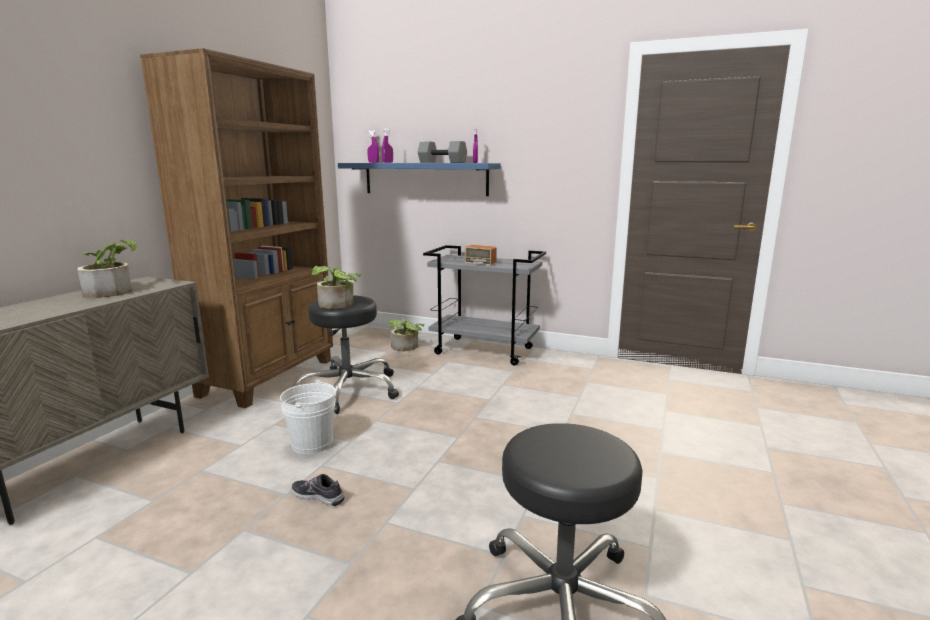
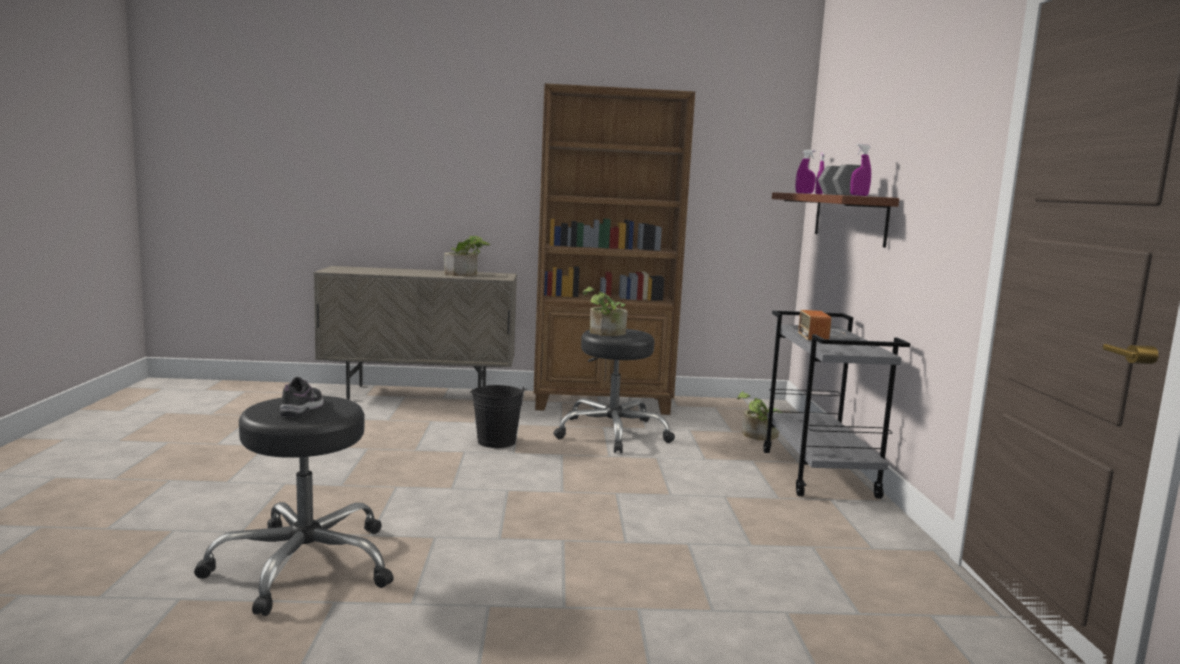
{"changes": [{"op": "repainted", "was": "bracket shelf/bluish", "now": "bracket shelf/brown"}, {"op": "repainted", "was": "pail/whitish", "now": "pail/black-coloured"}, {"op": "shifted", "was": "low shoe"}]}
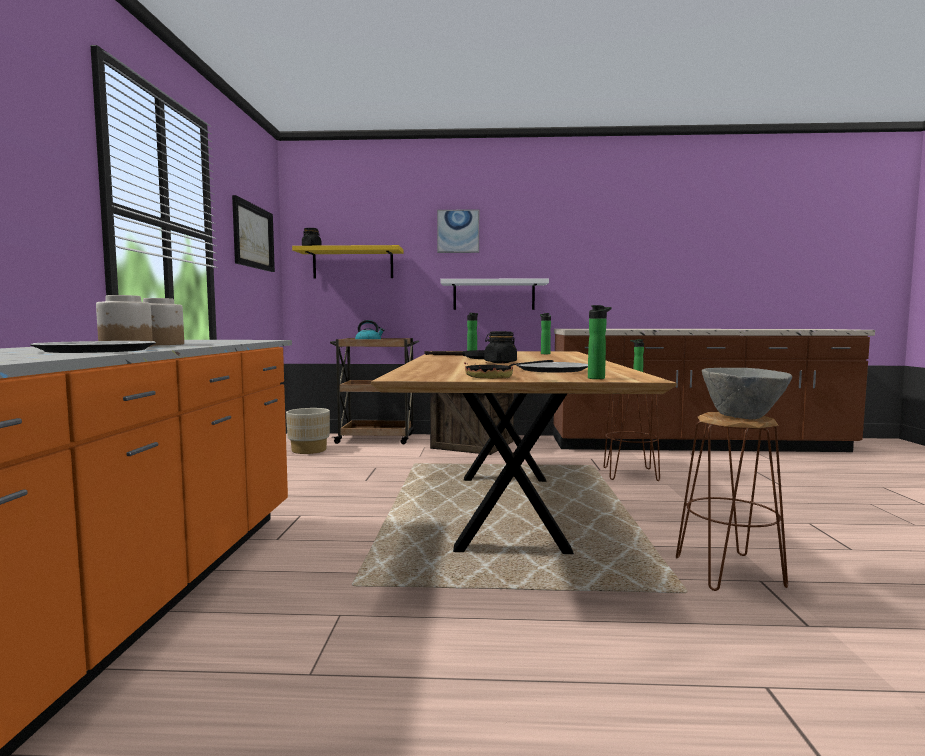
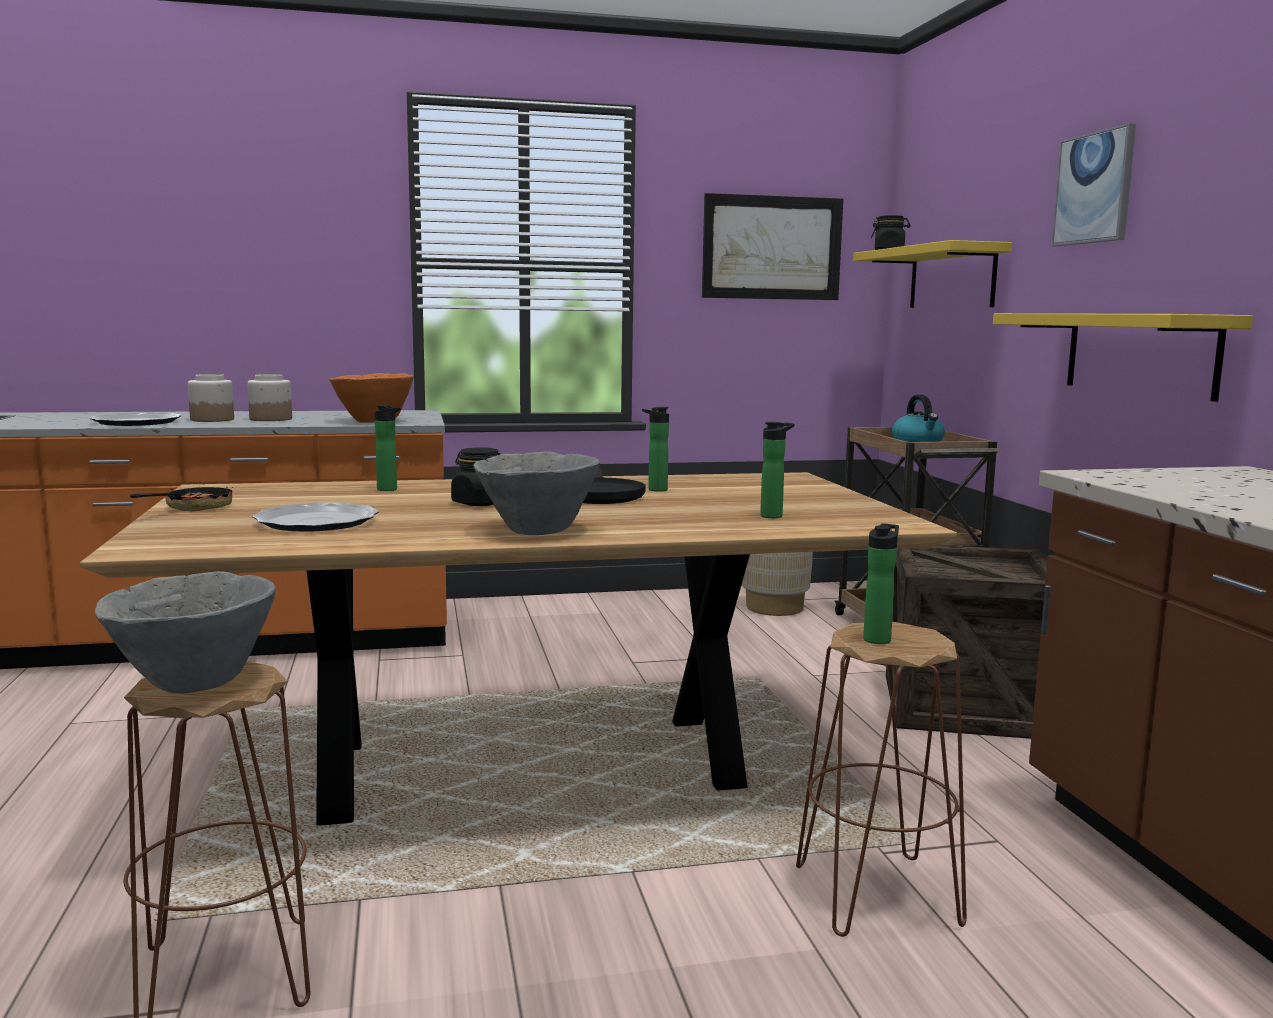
{"changes": [{"op": "repainted", "was": "bracket shelf/whitish", "now": "bracket shelf/yellowish (no. 2 from left)"}, {"op": "shifted", "was": "beverage bottle (no. 3 from left in the first image)", "now": "beverage bottle (no. 1 from left)"}, {"op": "new", "now": "deep dish/orange"}, {"op": "new", "now": "deep dish/greyish (no. 2 from left)"}]}
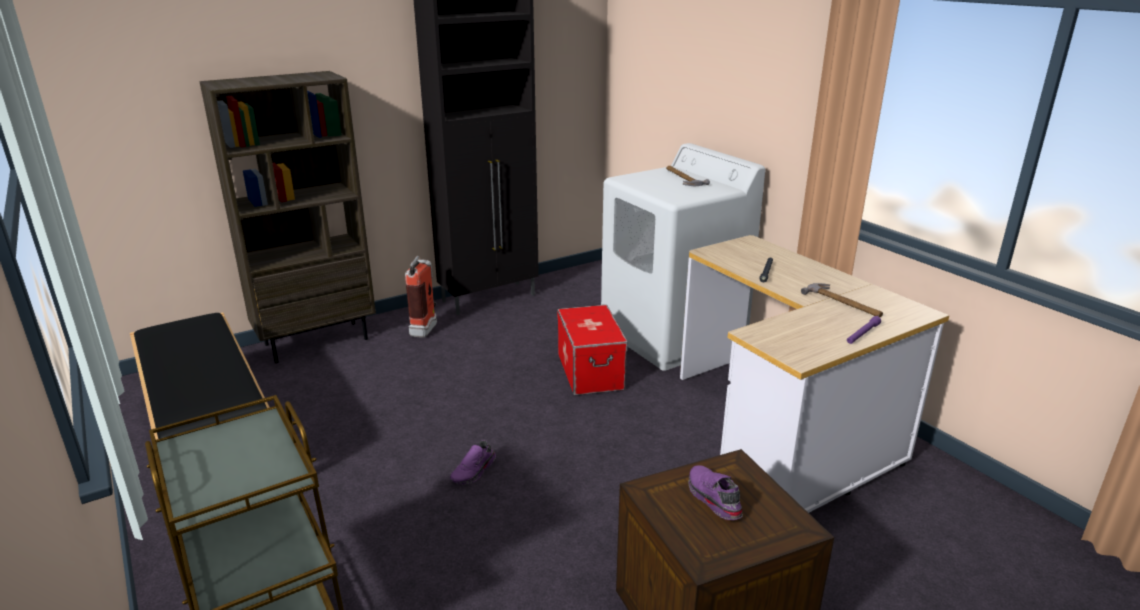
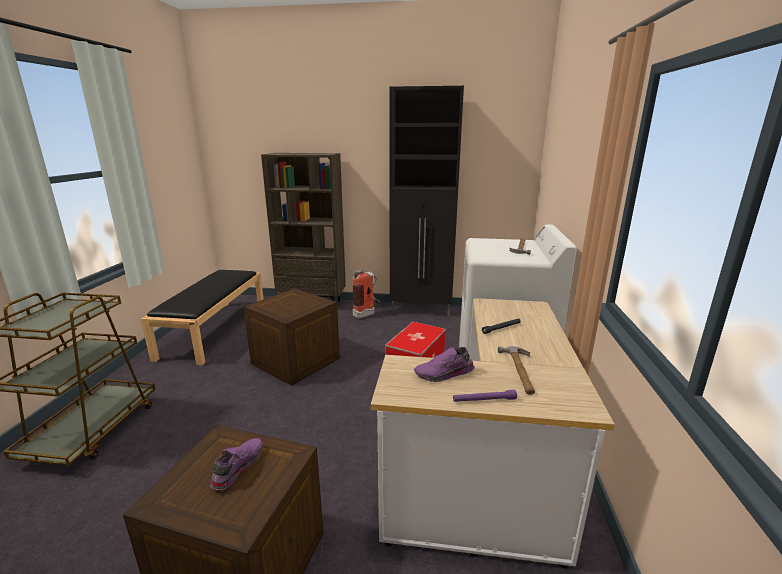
{"changes": [{"op": "shifted", "was": "low shoe/purplish (no. 1 from left in the first image)", "now": "low shoe/purplish (no. 2 from left)"}, {"op": "new", "now": "shipping crate (no. 2 from left)"}]}
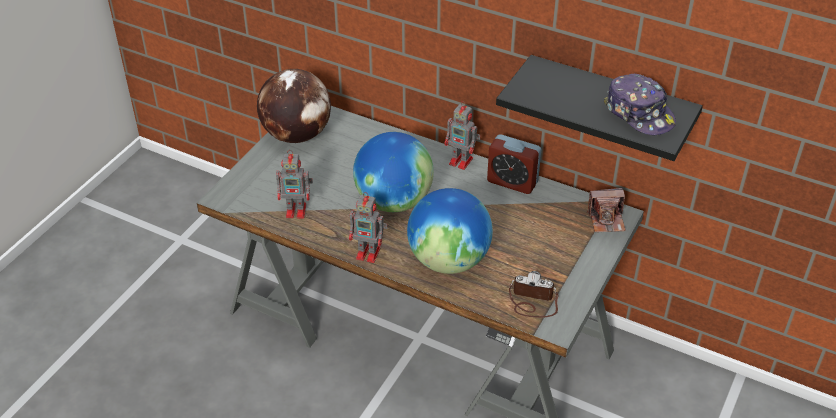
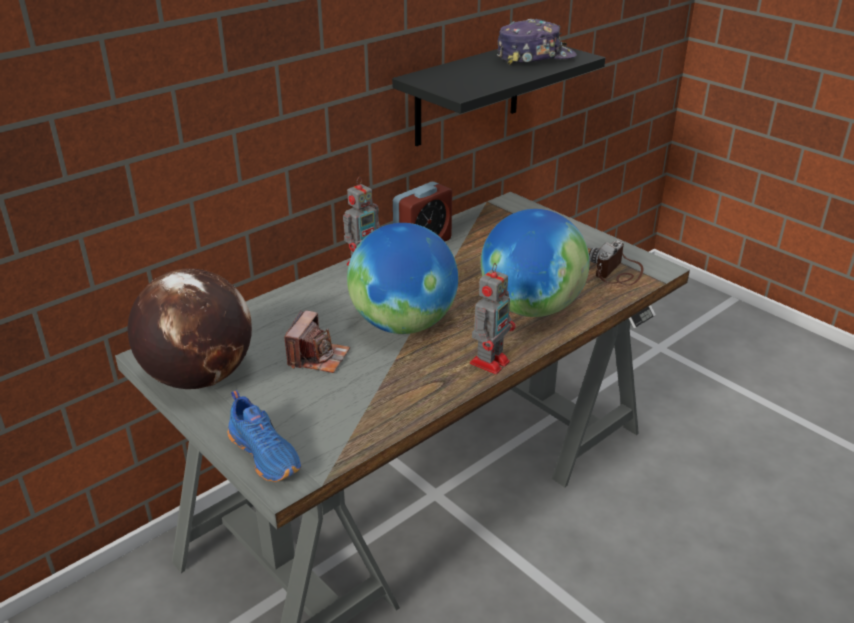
{"changes": [{"op": "gone", "was": "robot figure (no. 1 from left)"}, {"op": "shifted", "was": "still camera (no. 2 from left in the first image)", "now": "still camera (no. 1 from left)"}, {"op": "new", "now": "low shoe/bluish"}]}
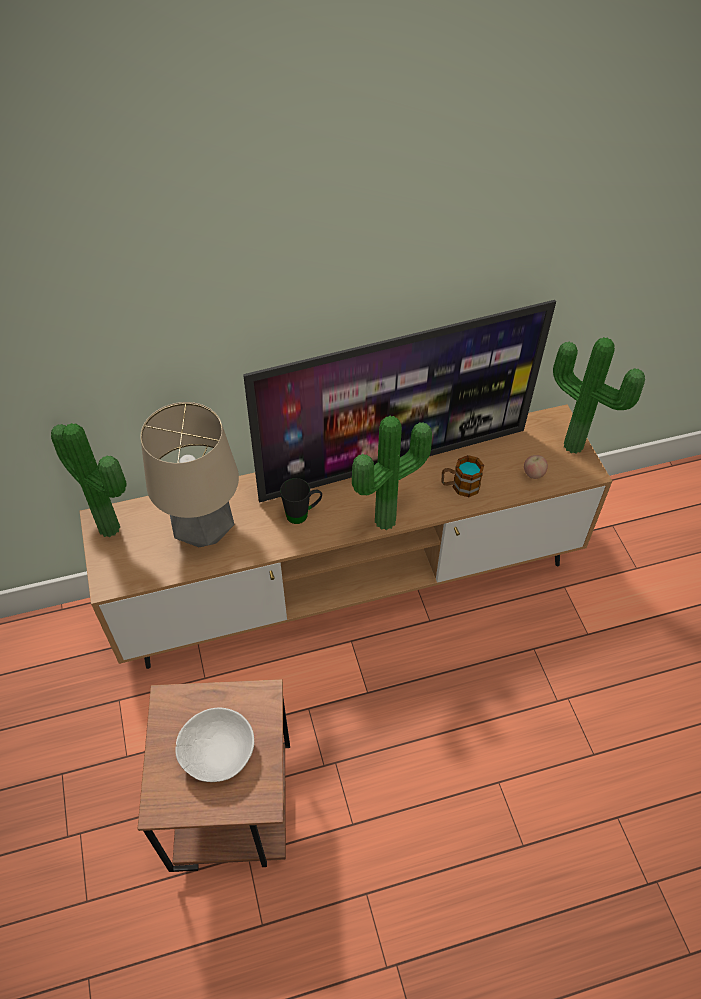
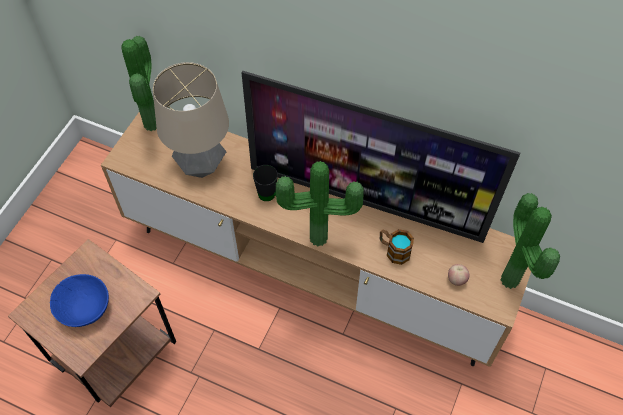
{"changes": [{"op": "repainted", "was": "deep dish/whitish", "now": "deep dish/bluish"}]}
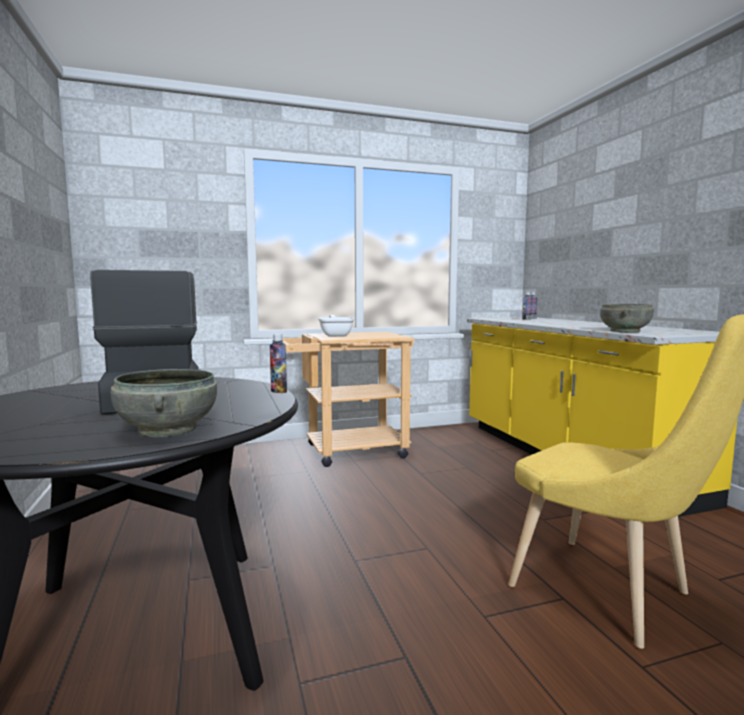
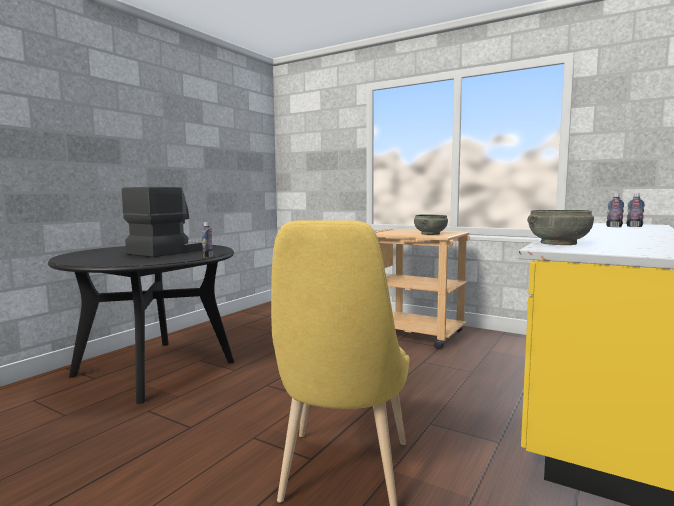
{"changes": [{"op": "gone", "was": "skillet"}, {"op": "shifted", "was": "deep dish/greyish (no. 1 from left)"}]}
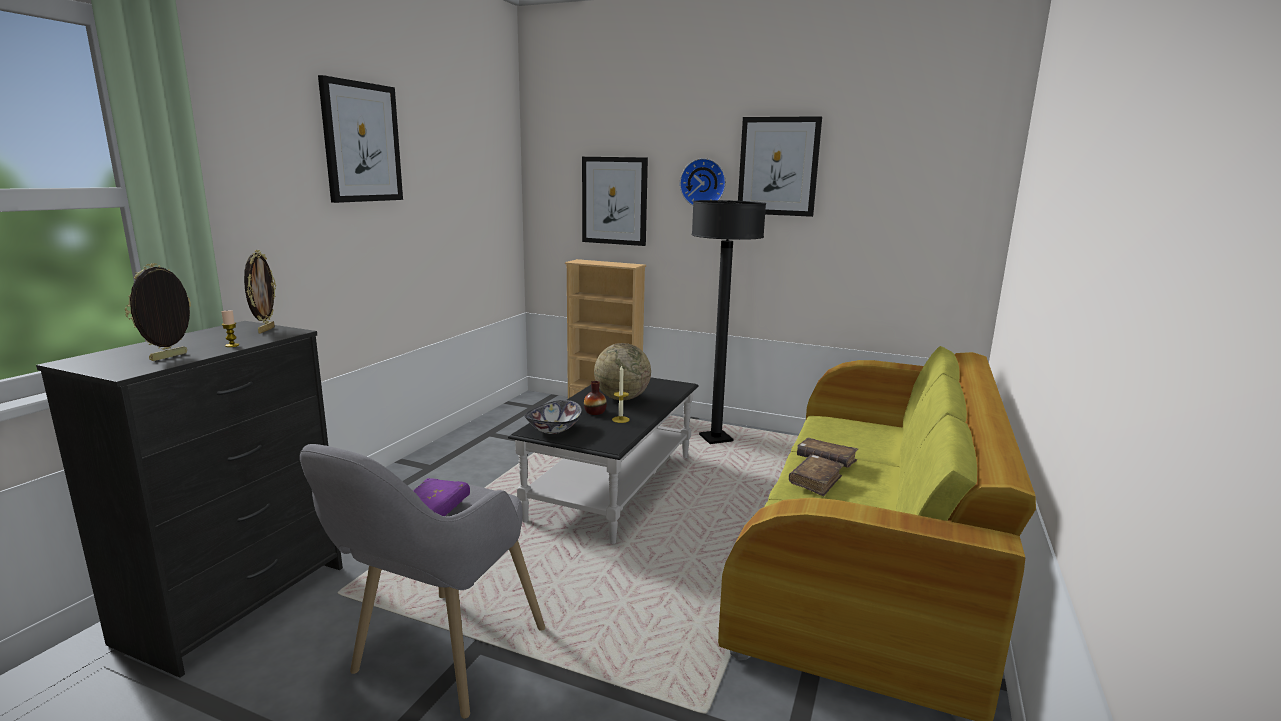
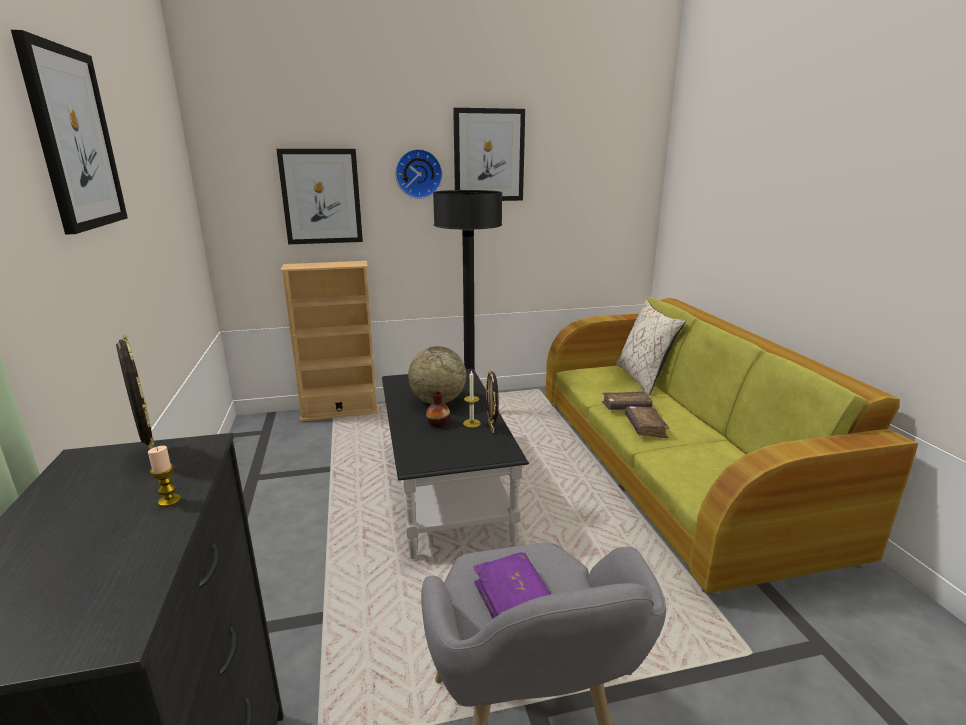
{"changes": [{"op": "shifted", "was": "photo frame (no. 1 from left in the first image)", "now": "photo frame (no. 2 from left)"}, {"op": "gone", "was": "deep dish"}, {"op": "new", "now": "cushion/beige"}]}
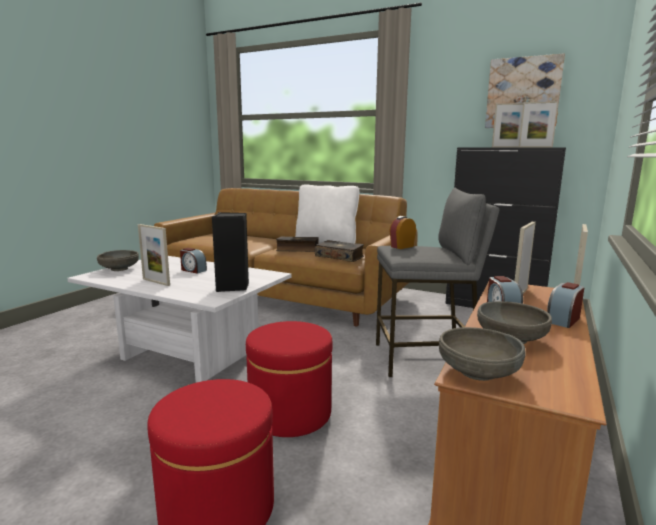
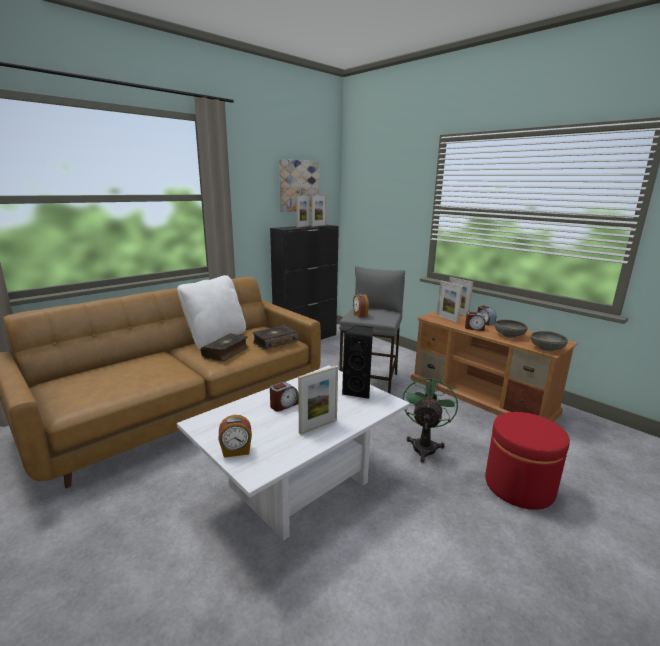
{"changes": [{"op": "swapped", "was": "deep dish/greyish (no. 1 from left)", "now": "table clock (no. 1 from left)"}, {"op": "swapped", "was": "footrest/red (no. 2 from left)", "now": "fan/green"}]}
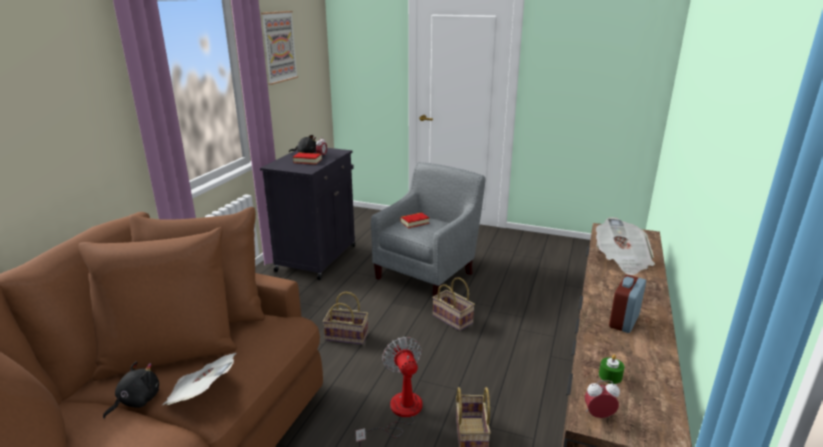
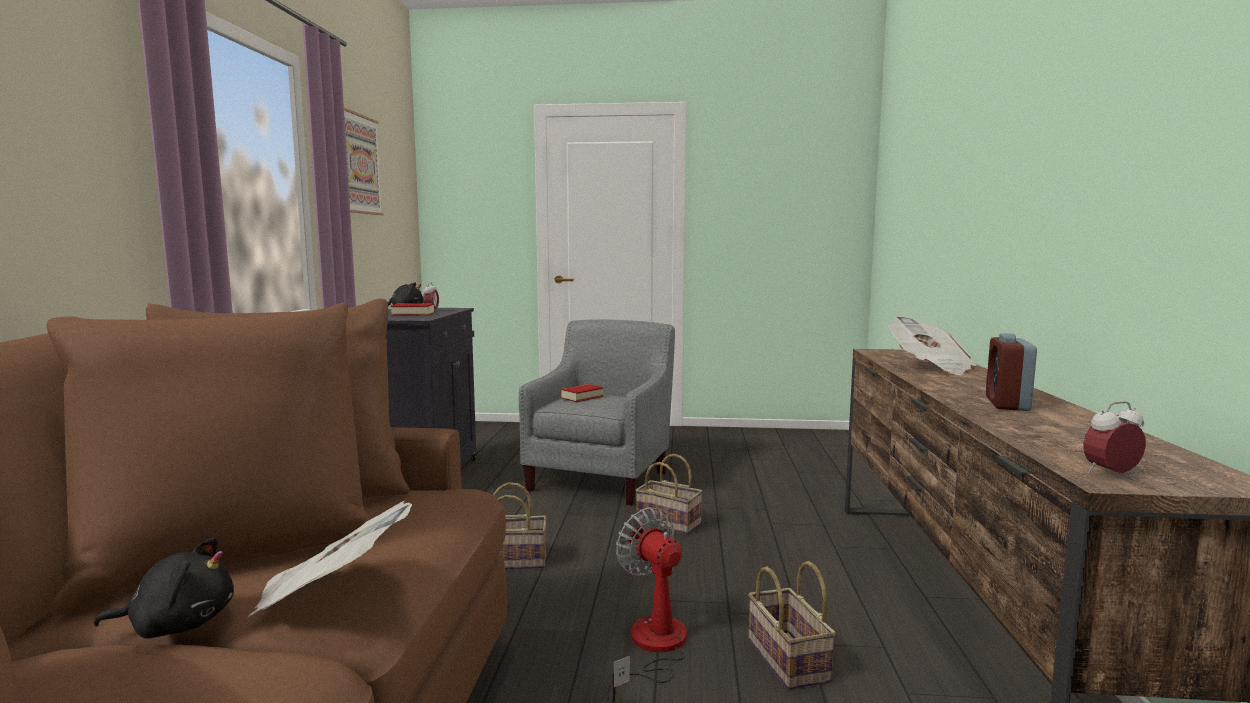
{"changes": [{"op": "gone", "was": "candle/green"}, {"op": "rotated", "was": "cuddly toy/black-coloured (no. 1 from left)", "clockwise": 60}]}
